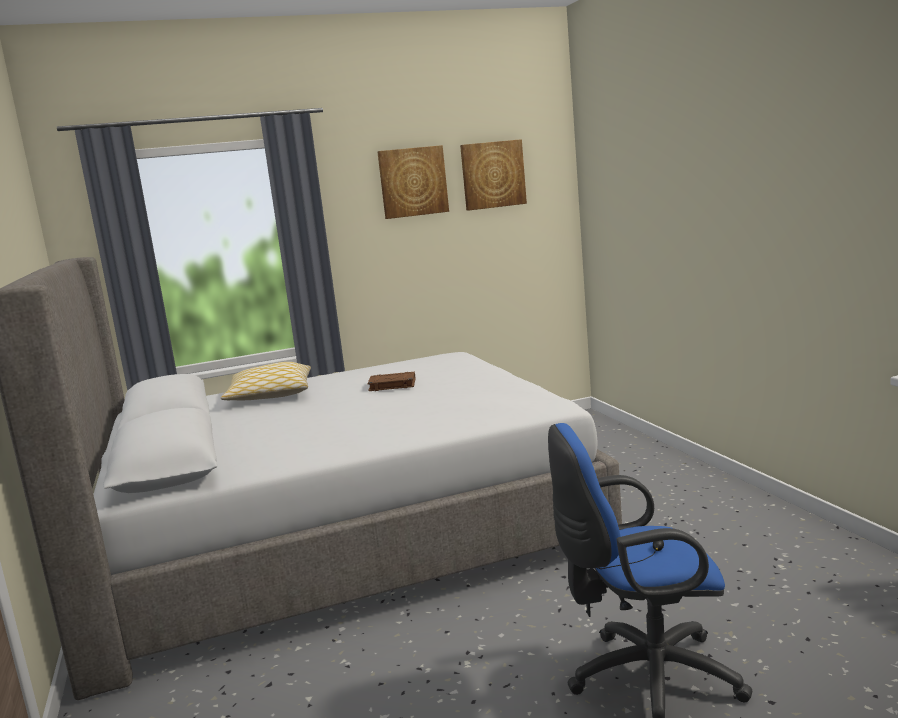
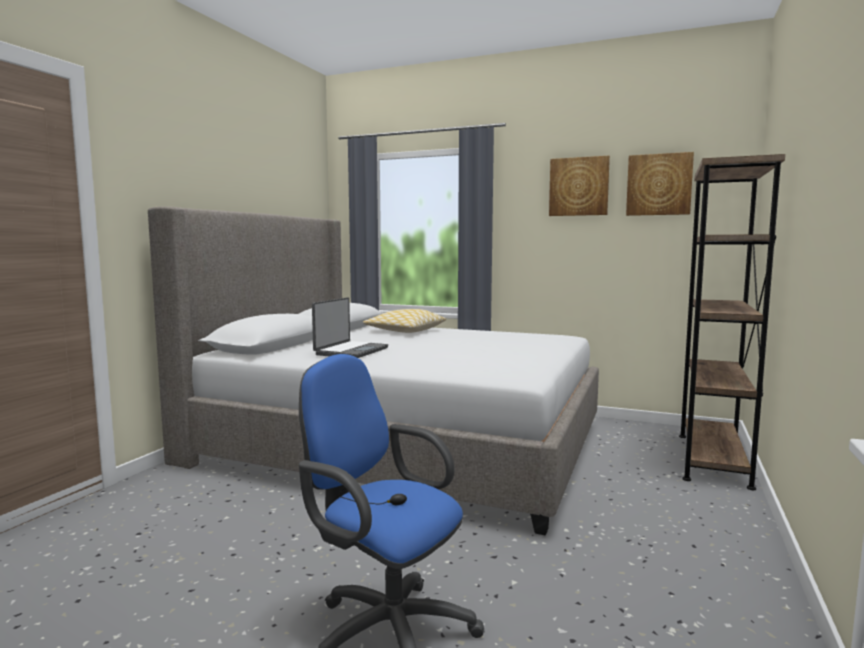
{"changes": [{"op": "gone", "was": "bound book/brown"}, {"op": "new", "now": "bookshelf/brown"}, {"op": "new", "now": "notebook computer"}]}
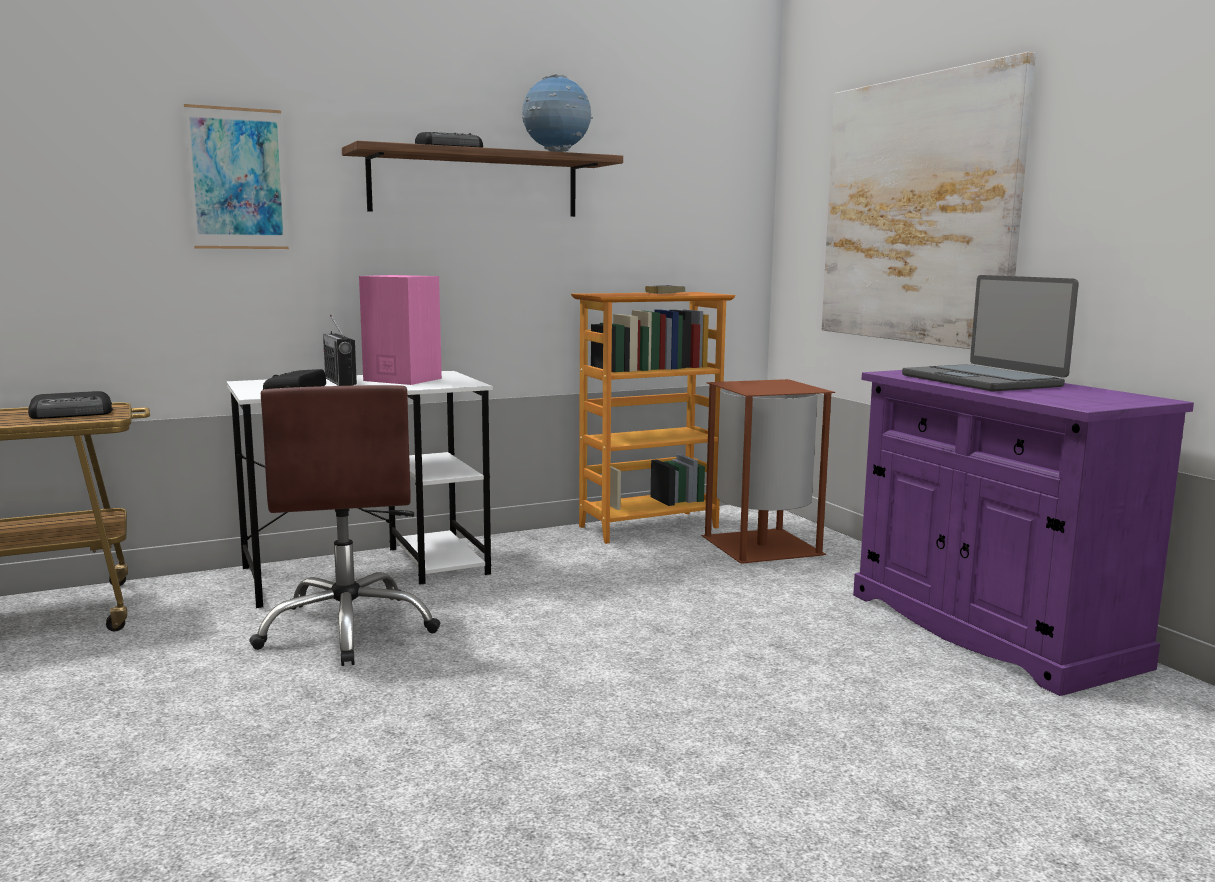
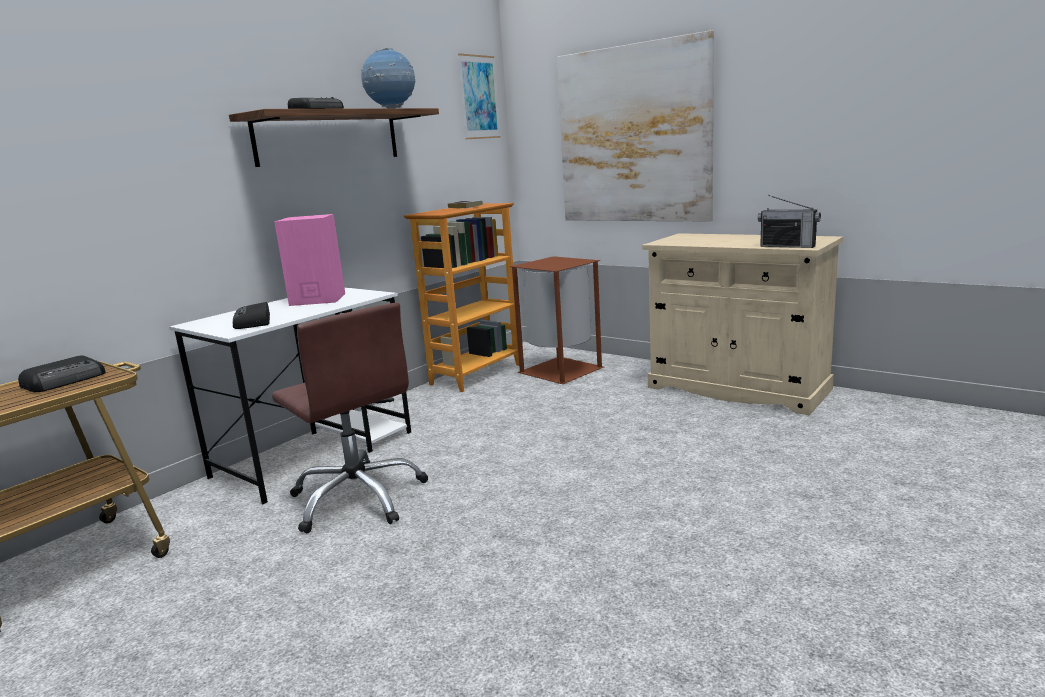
{"changes": [{"op": "shifted", "was": "wall art (no. 1 from left)"}, {"op": "gone", "was": "notebook computer"}, {"op": "shifted", "was": "radio (no. 3 from left in the first image)", "now": "radio (no. 4 from left)"}, {"op": "repainted", "was": "storage cabinet/purplish", "now": "storage cabinet/beige"}]}
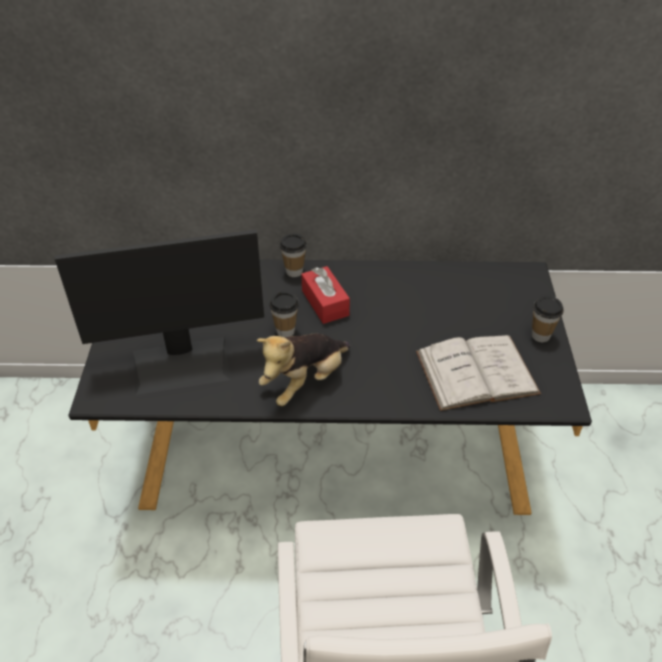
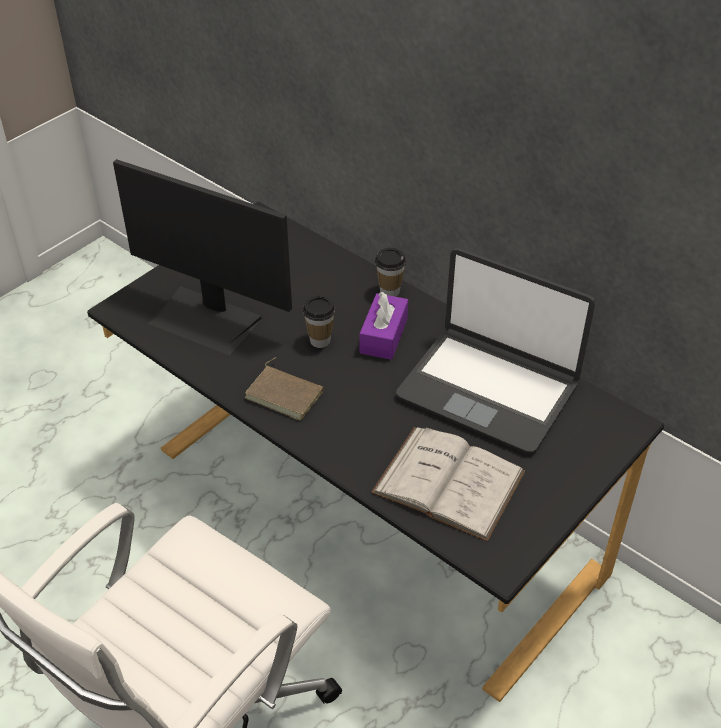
{"changes": [{"op": "repainted", "was": "tissue holder/red", "now": "tissue holder/purplish"}, {"op": "gone", "was": "small cup (no. 3 from left)"}, {"op": "swapped", "was": "cuddly toy", "now": "bound book/brown"}, {"op": "new", "now": "notebook computer"}]}
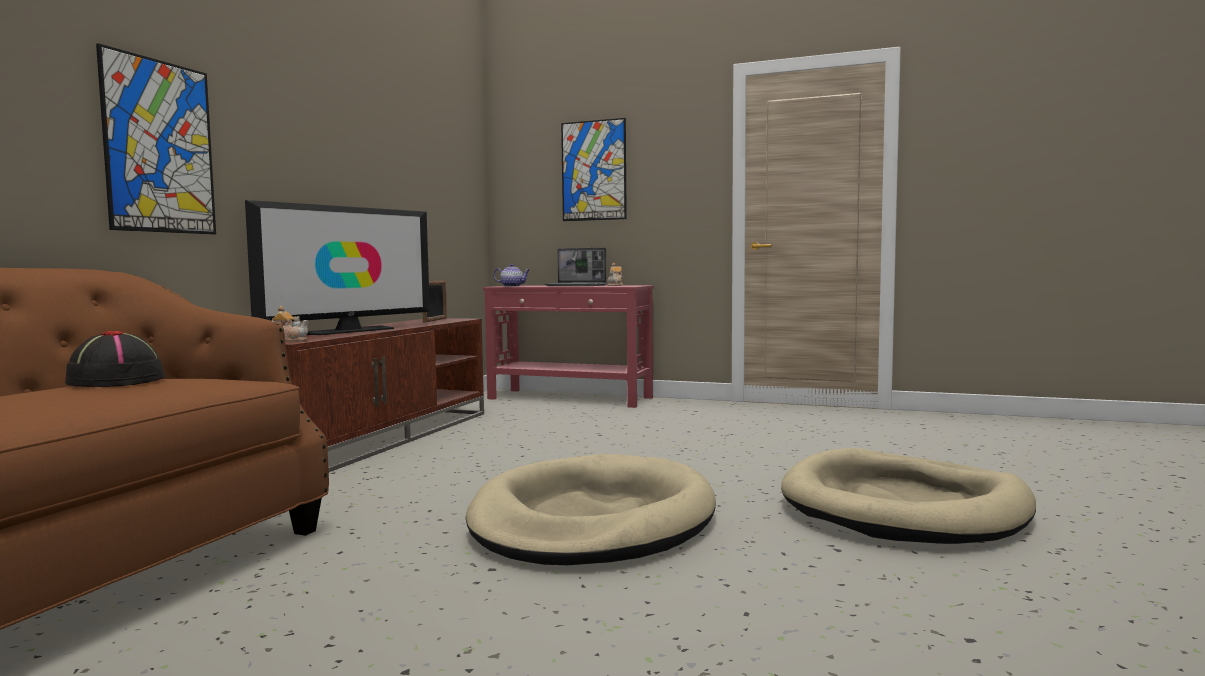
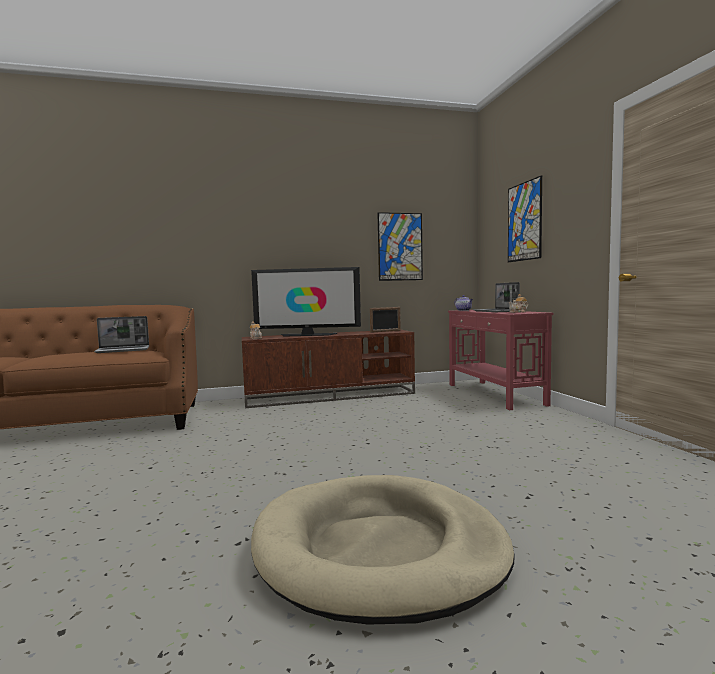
{"changes": [{"op": "shifted", "was": "wall art (no. 1 from left)"}, {"op": "swapped", "was": "wearable hat/black-coloured", "now": "notebook computer (no. 1 from left)"}, {"op": "gone", "was": "dog bed/beige (no. 1 from left)"}]}
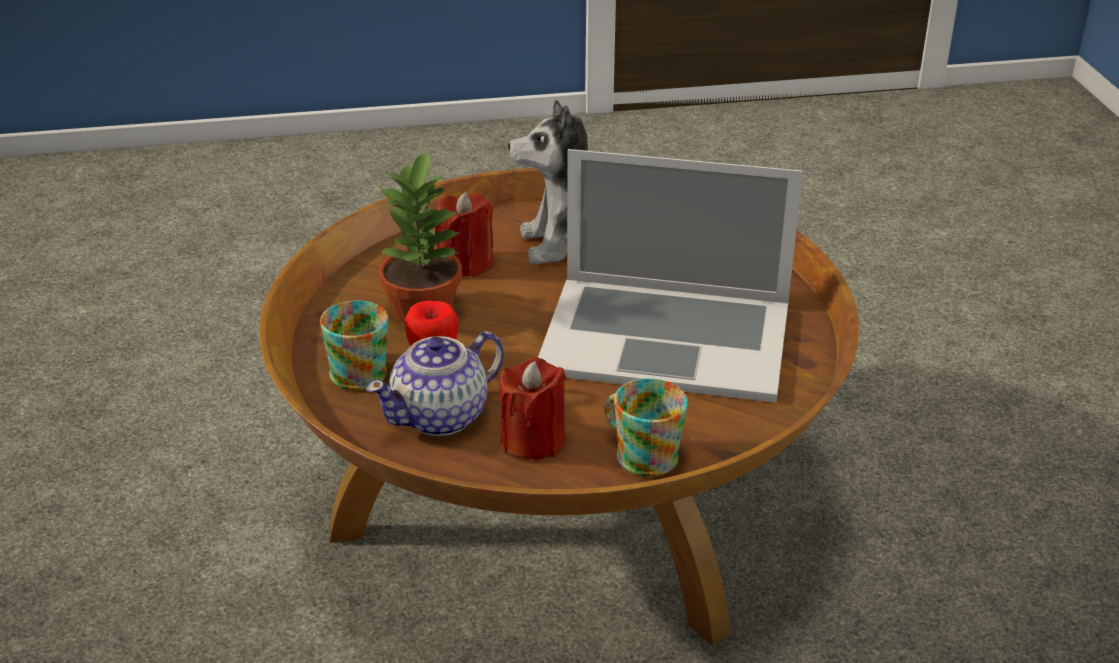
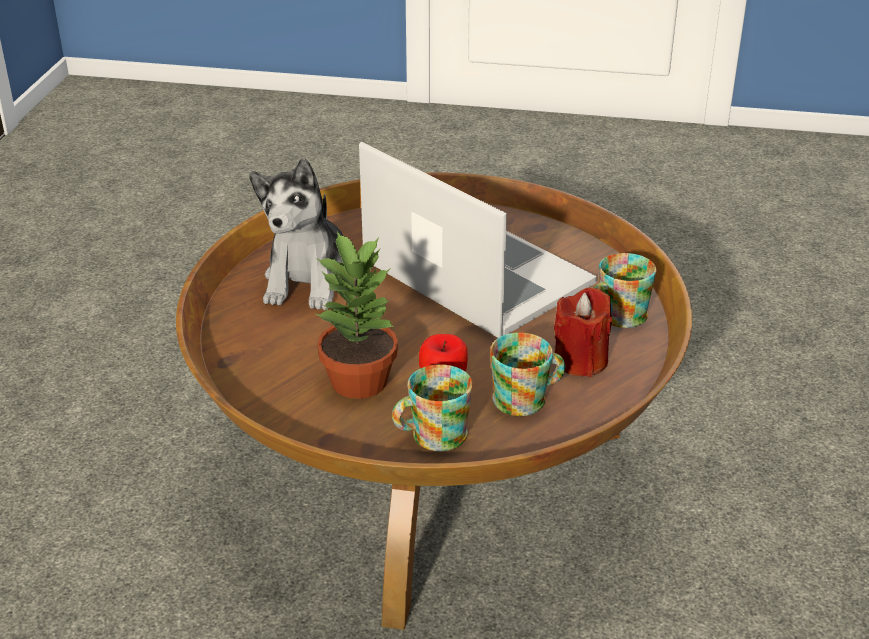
{"changes": [{"op": "rotated", "was": "notebook computer", "clockwise": -75}, {"op": "gone", "was": "candle/red (no. 1 from left)"}, {"op": "swapped", "was": "teapot", "now": "tea mug (no. 2 from left)"}]}
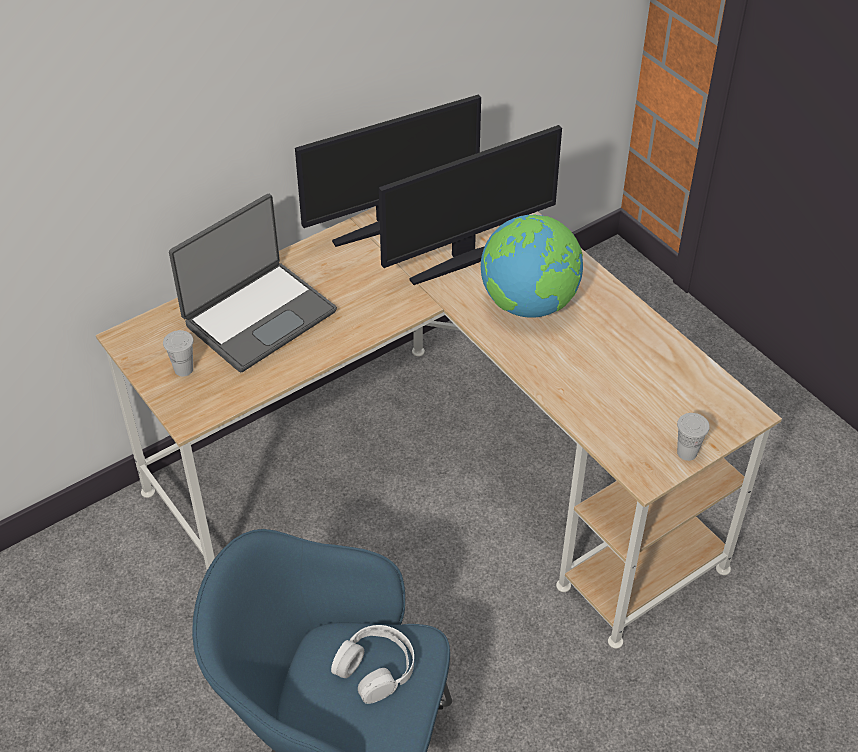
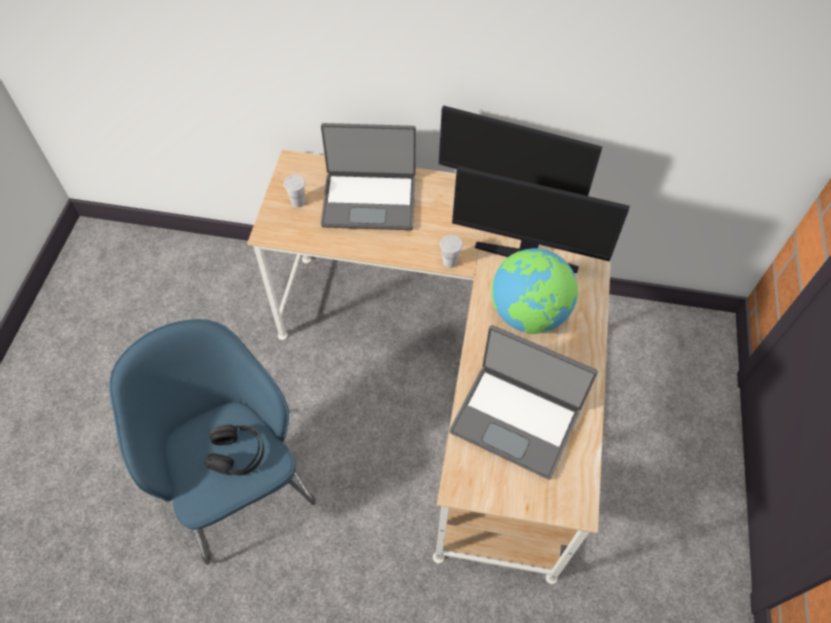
{"changes": [{"op": "shifted", "was": "small cup/whitish (no. 2 from left)"}, {"op": "repainted", "was": "headset/whitish", "now": "headset/black-coloured"}, {"op": "new", "now": "notebook computer (no. 2 from left)"}]}
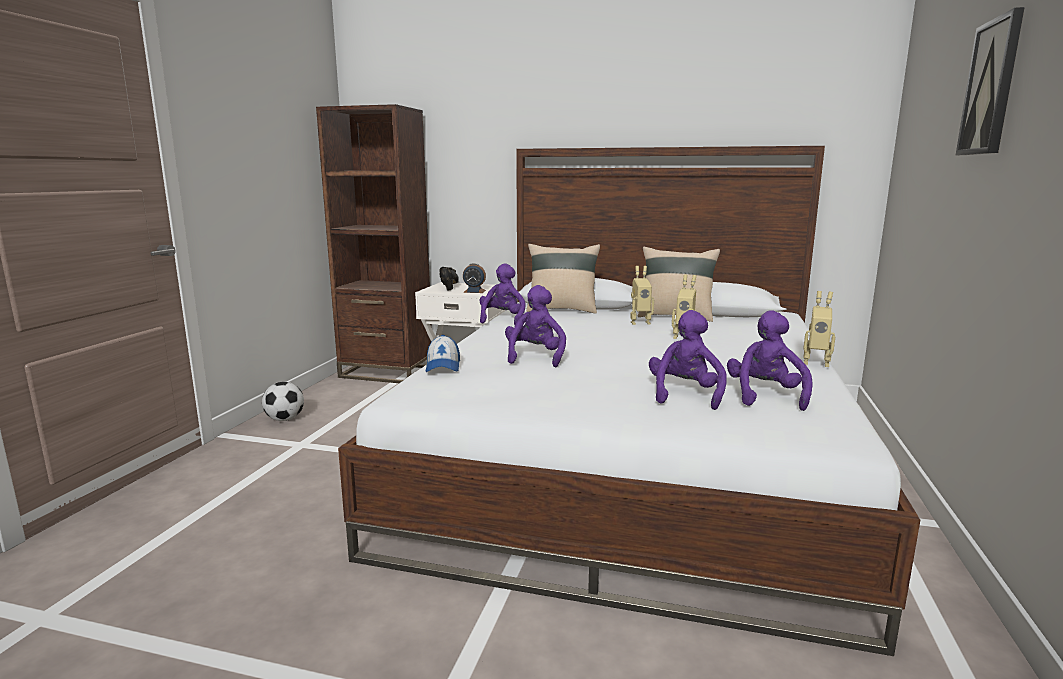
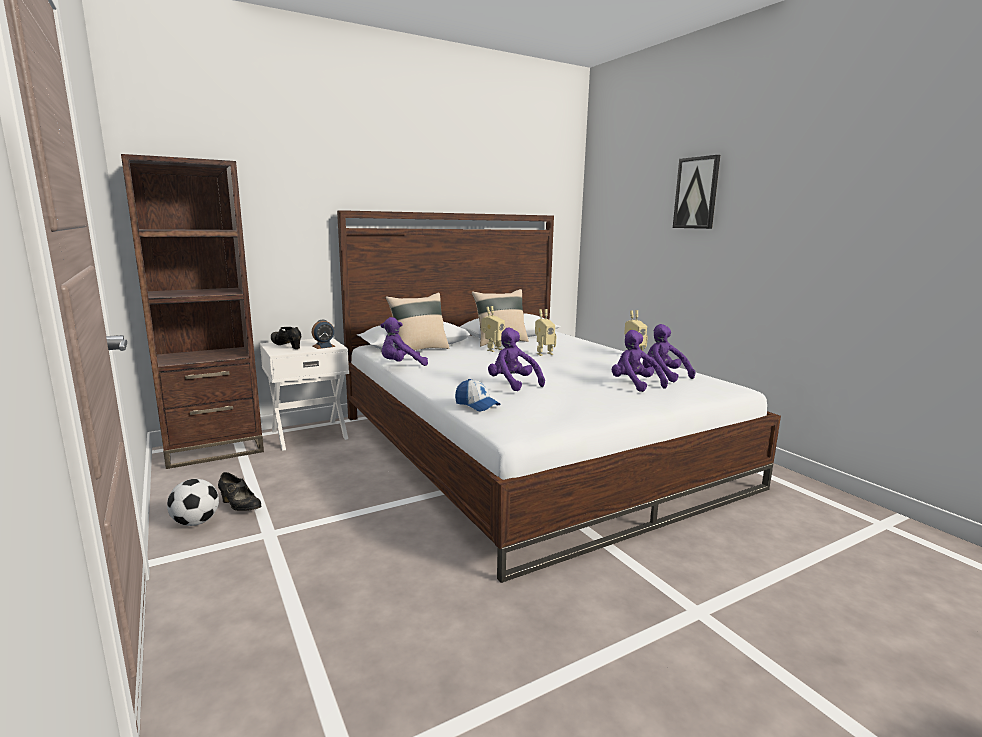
{"changes": [{"op": "rotated", "was": "cuddly toy/purplish (no. 1 from left)", "clockwise": -75}, {"op": "new", "now": "low shoe/black-coloured (no. 1 from left)"}]}
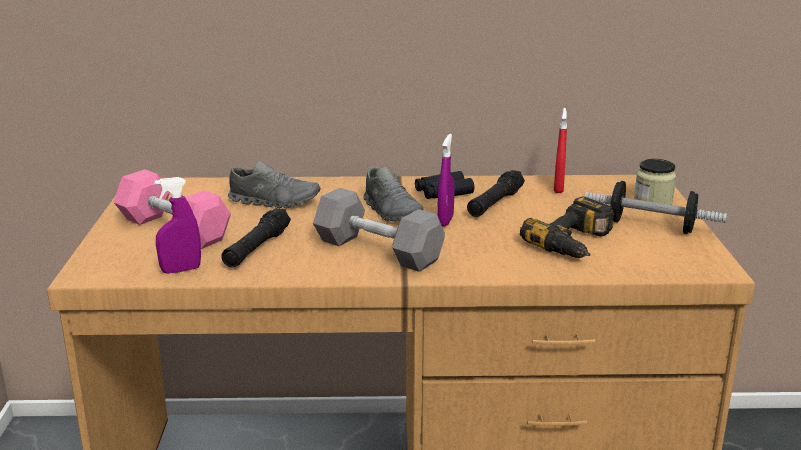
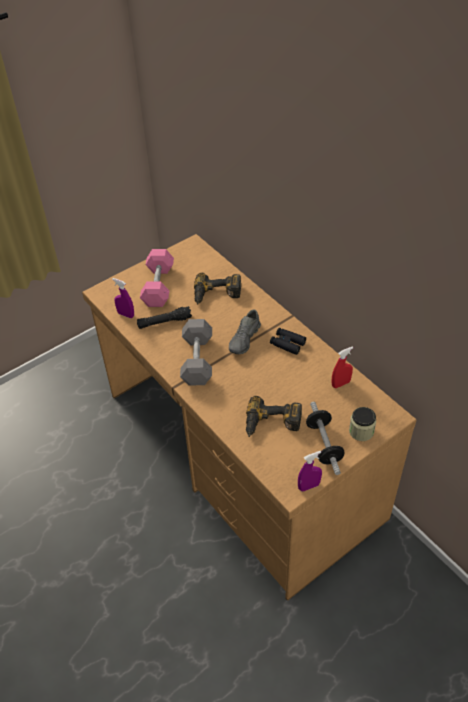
{"changes": [{"op": "shifted", "was": "spray bottle/purplish (no. 2 from left)"}, {"op": "swapped", "was": "low shoe/greyish (no. 1 from left)", "now": "power drill (no. 1 from left)"}, {"op": "gone", "was": "flashlight/black-coloured (no. 2 from left)"}]}
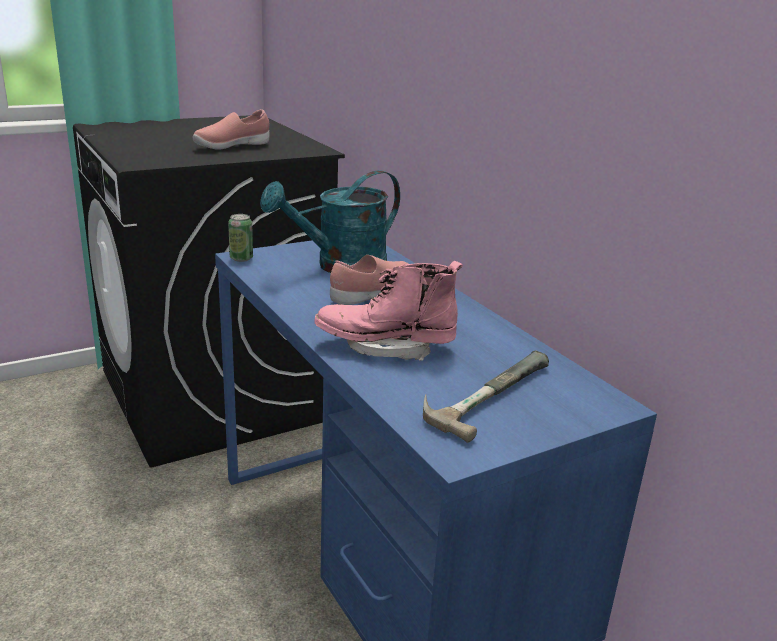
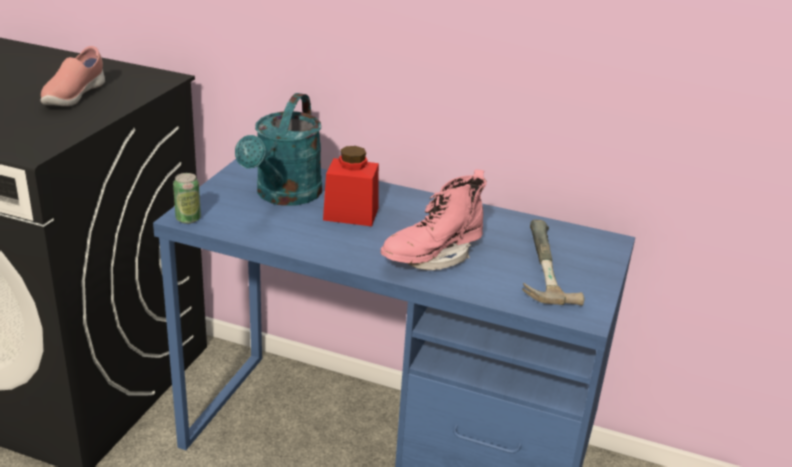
{"changes": [{"op": "swapped", "was": "low shoe/pink-coloured (no. 2 from left)", "now": "storage jar/red"}]}
